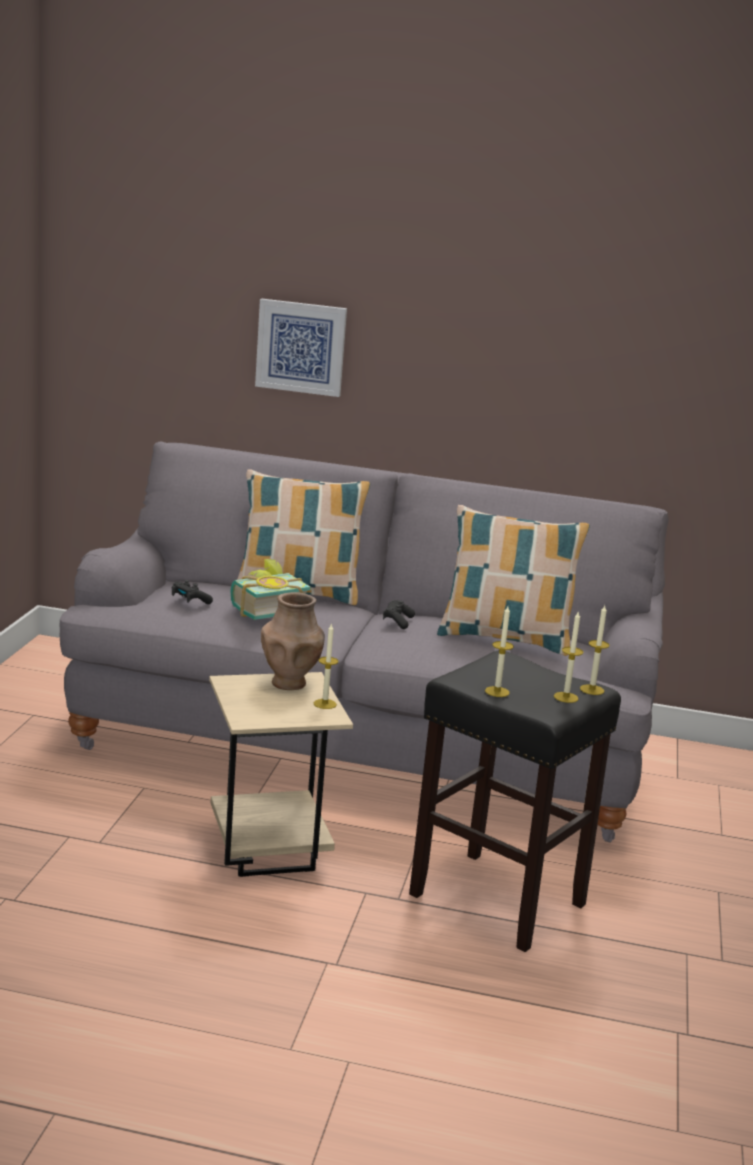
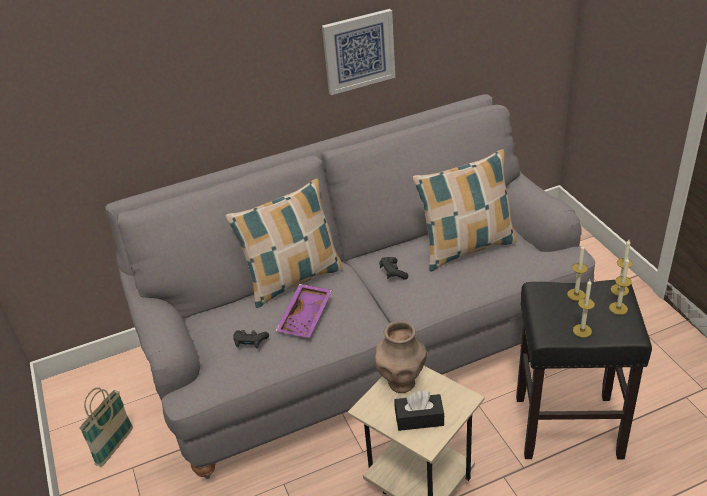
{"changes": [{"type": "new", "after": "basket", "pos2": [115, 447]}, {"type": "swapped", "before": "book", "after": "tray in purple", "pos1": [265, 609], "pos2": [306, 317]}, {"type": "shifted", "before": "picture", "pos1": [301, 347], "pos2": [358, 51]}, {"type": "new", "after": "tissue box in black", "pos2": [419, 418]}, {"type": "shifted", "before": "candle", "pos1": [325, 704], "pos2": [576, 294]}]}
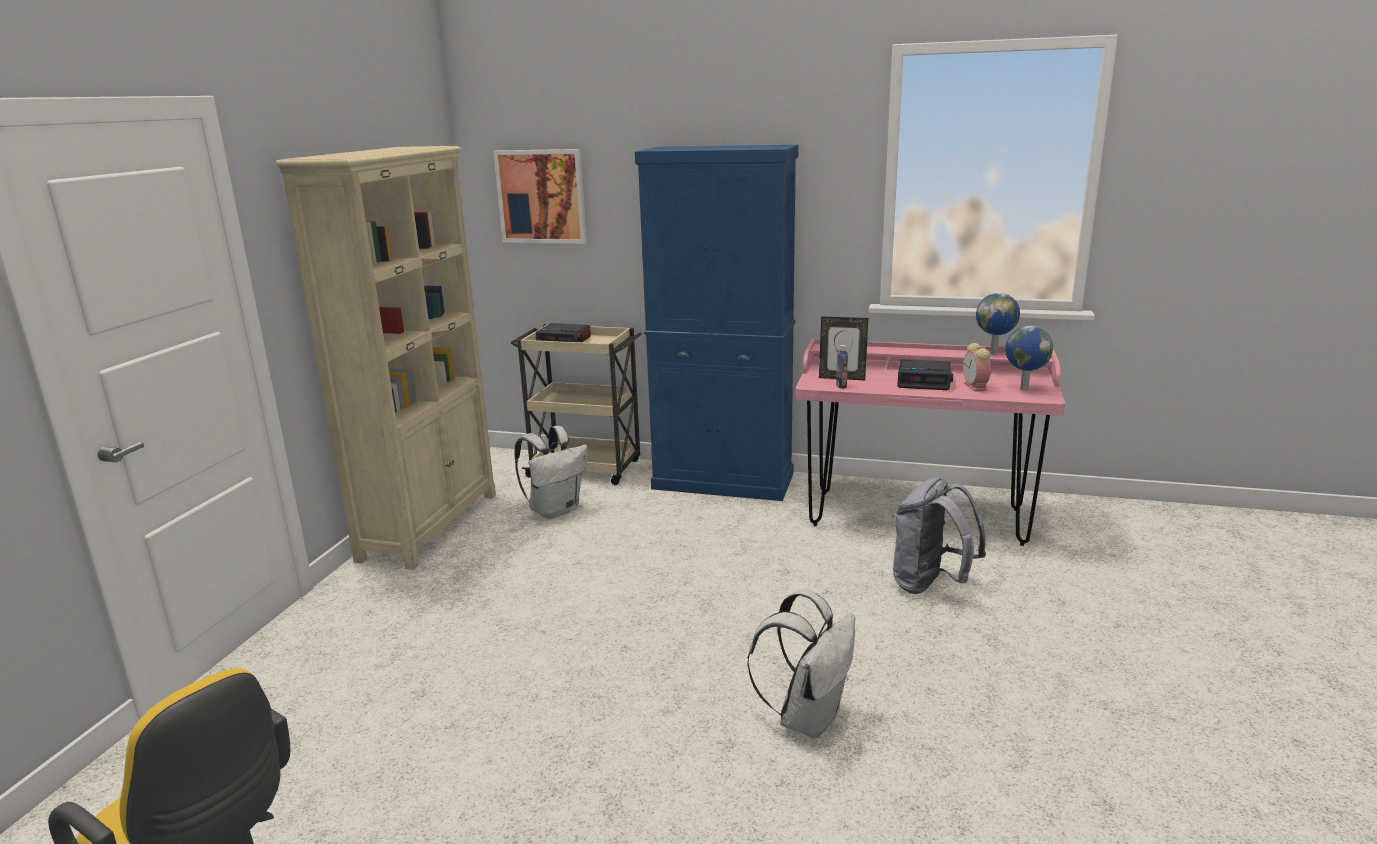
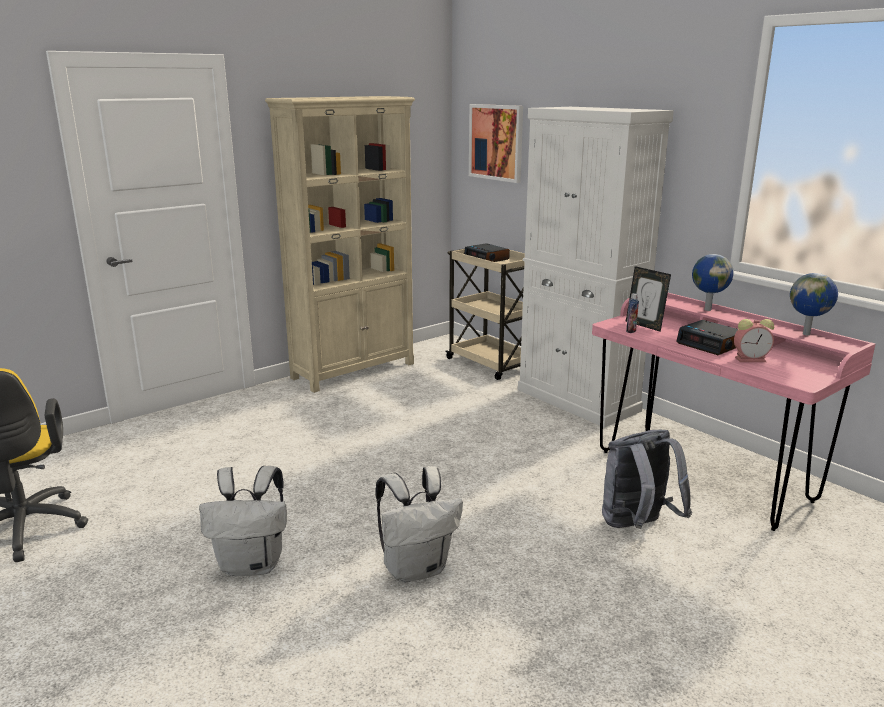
{"changes": [{"type": "shifted", "before": "backpack in white", "pos1": [555, 510], "pos2": [253, 565]}, {"type": "repainted", "before": "cabinet in blue", "after": "cabinet in white", "pos1": [723, 481], "pos2": [578, 400]}, {"type": "shifted", "before": "globe", "pos1": [1023, 389], "pos2": [707, 309]}, {"type": "rotated", "before": "alarm clock", "pos1": [976, 387], "pos2": [751, 359], "turn": -120}]}
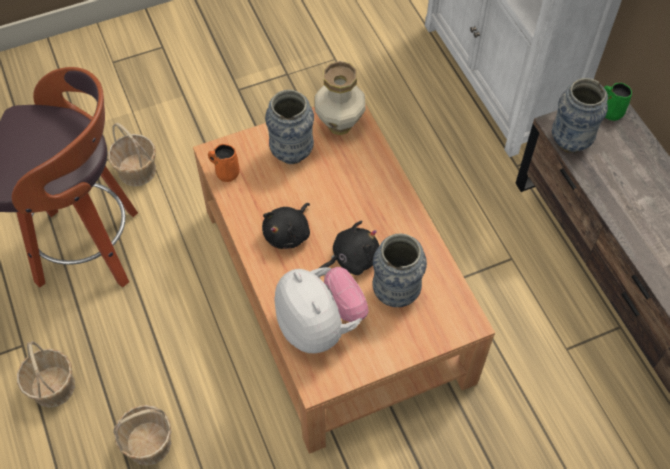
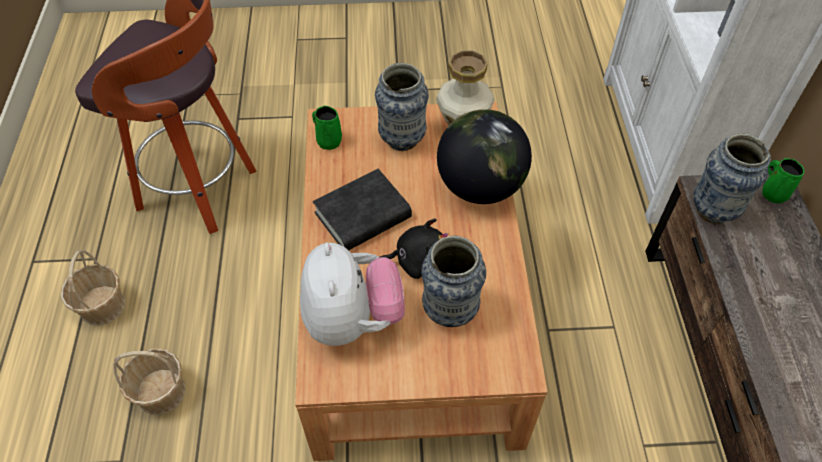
{"changes": [{"type": "repainted", "before": "mug in orange", "after": "mug in green", "pos1": [226, 173], "pos2": [328, 141]}, {"type": "swapped", "before": "plush toy in black", "after": "book in black", "pos1": [288, 233], "pos2": [363, 215]}, {"type": "new", "after": "globe", "pos2": [480, 187]}, {"type": "gone", "before": "basket", "pos1": [137, 171]}]}
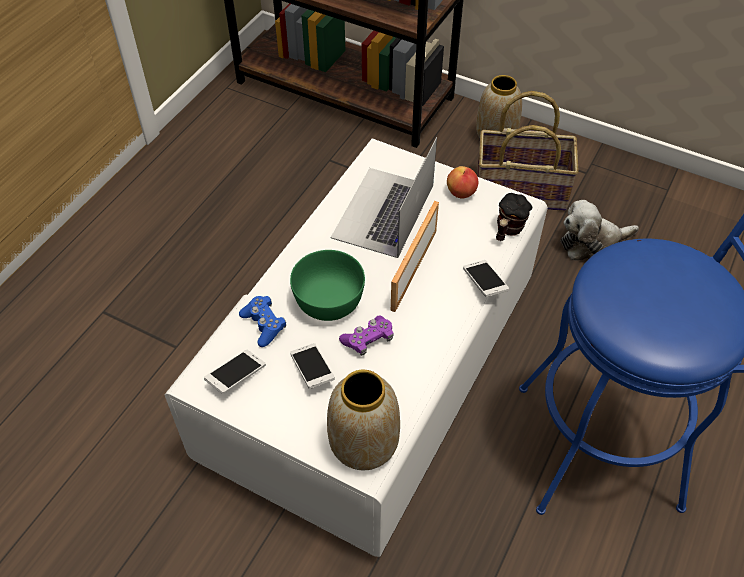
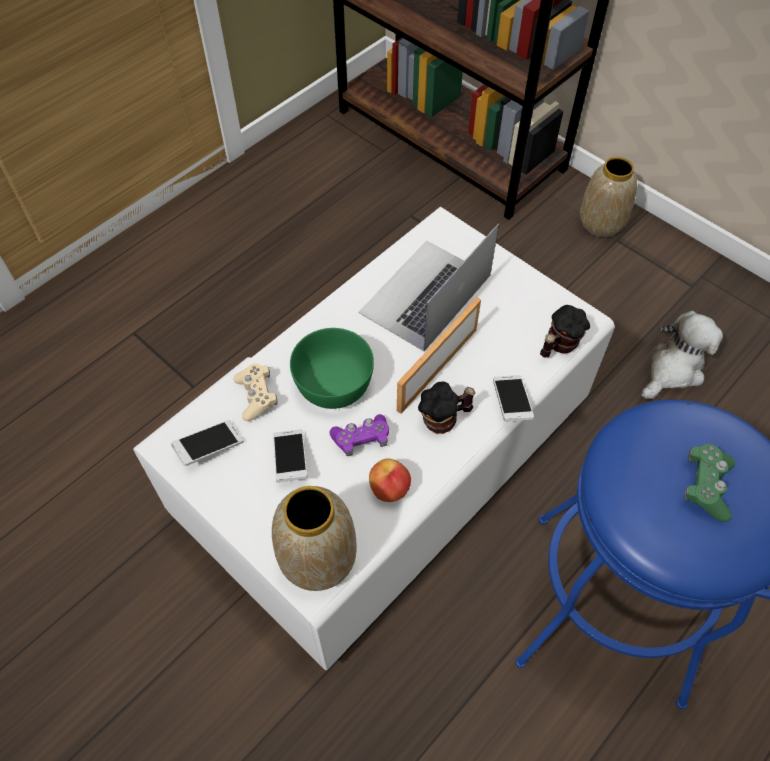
{"changes": [{"type": "repainted", "before": "game controller in blue", "after": "game controller in beige", "pos1": [264, 325], "pos2": [256, 396]}, {"type": "shifted", "before": "apple", "pos1": [461, 193], "pos2": [389, 489]}, {"type": "new", "after": "mug", "pos2": [444, 419]}, {"type": "rotated", "before": "plush toy", "pos1": [591, 243], "pos2": [673, 369], "turn": 135}, {"type": "new", "after": "game controller in green", "pos2": [706, 486]}, {"type": "gone", "before": "basket", "pos1": [521, 189]}]}
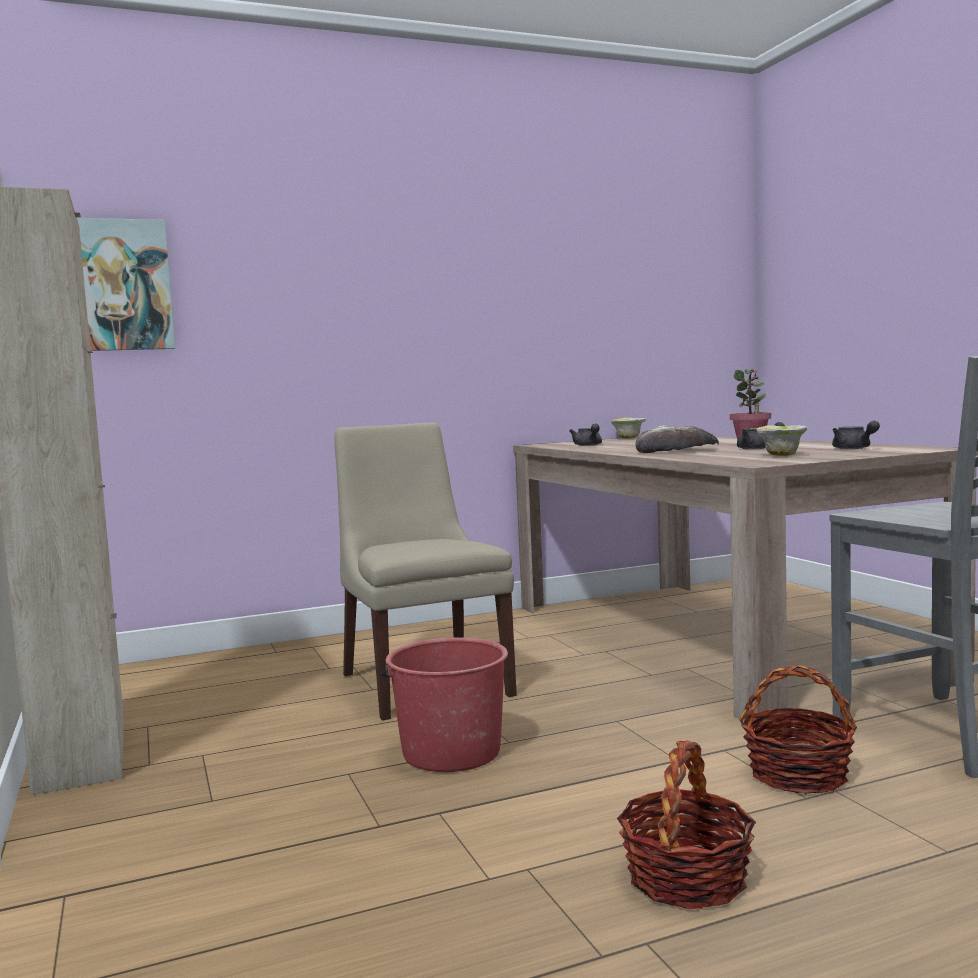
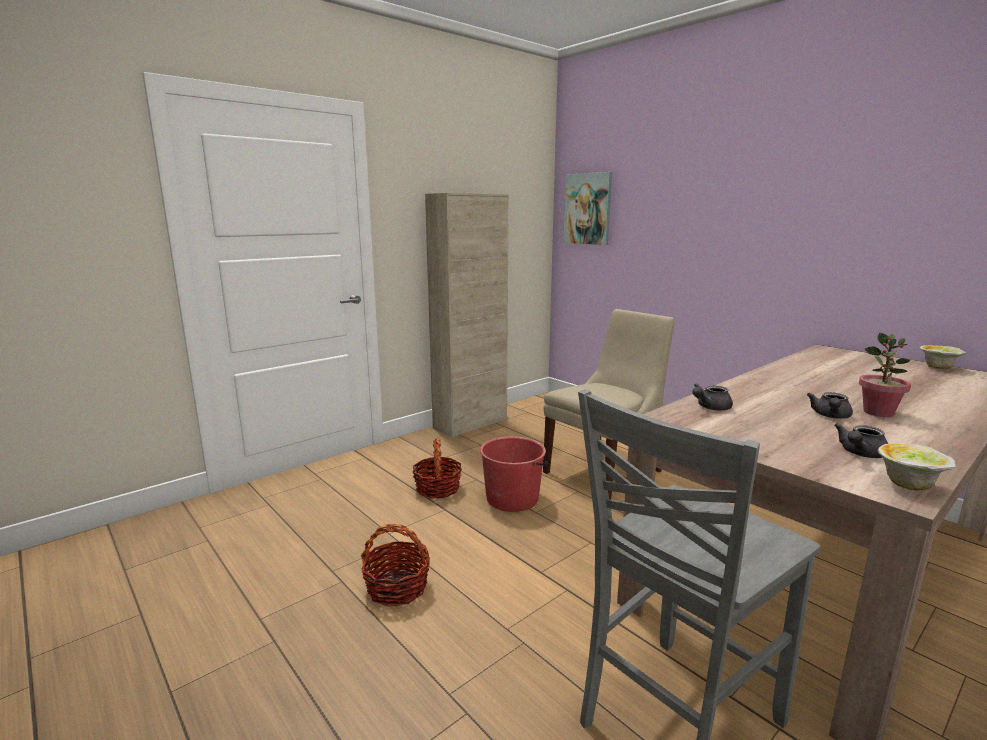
{"changes": [{"type": "shifted", "before": "basket", "pos1": [798, 775], "pos2": [438, 488]}, {"type": "shifted", "before": "teapot in grey", "pos1": [588, 445], "pos2": [709, 407]}, {"type": "shifted", "before": "bowl", "pos1": [783, 455], "pos2": [909, 486]}, {"type": "gone", "before": "bread", "pos1": [676, 450]}]}
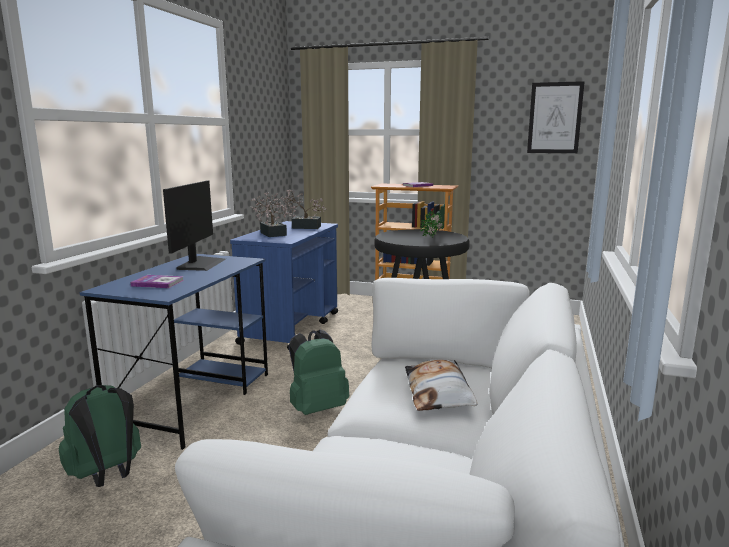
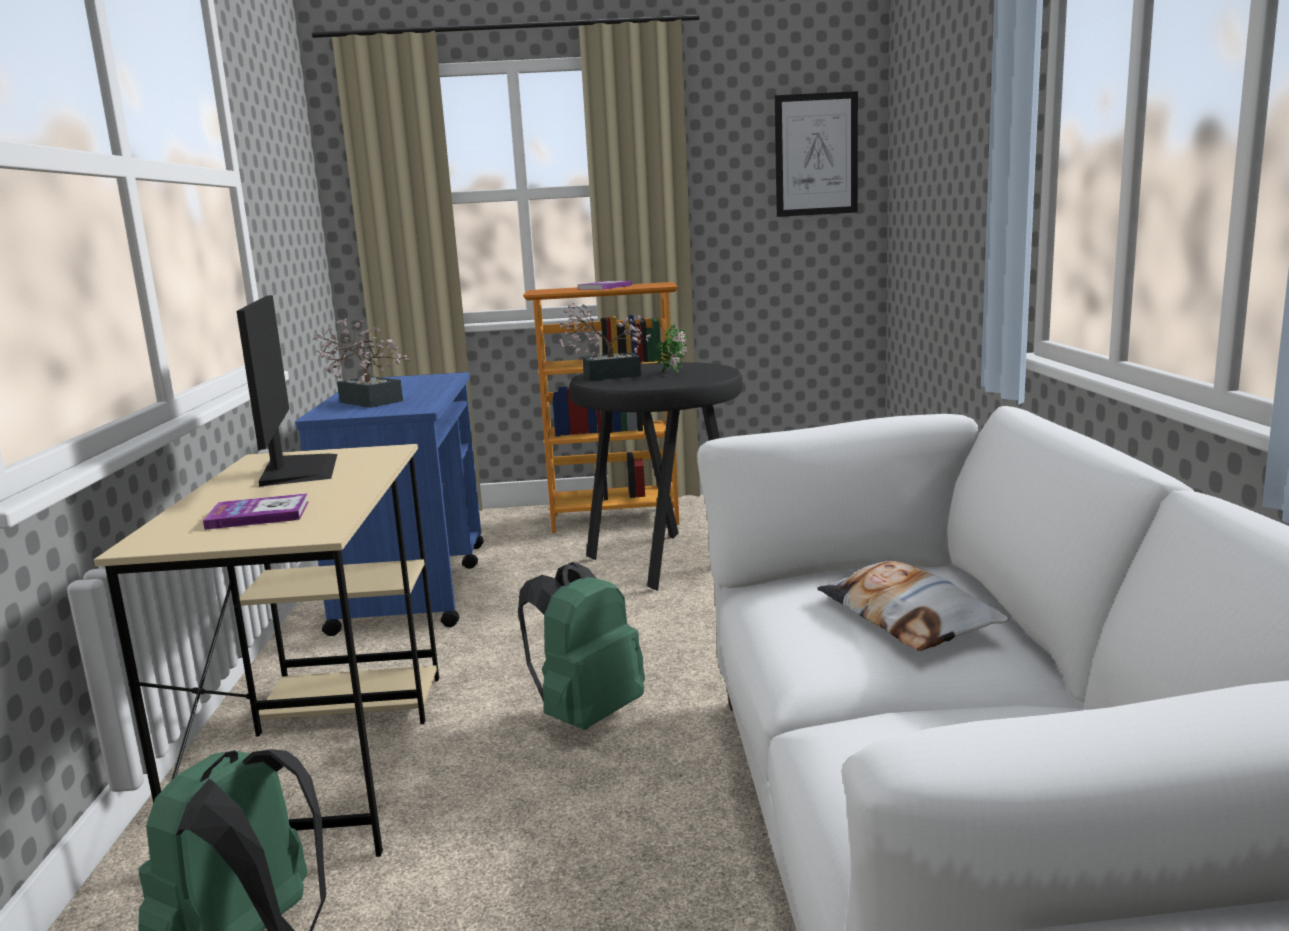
{"changes": [{"type": "repainted", "before": "desk in blue", "after": "desk in beige", "pos1": [195, 400], "pos2": [326, 757]}, {"type": "shifted", "before": "potted plant", "pos1": [303, 227], "pos2": [604, 376]}]}
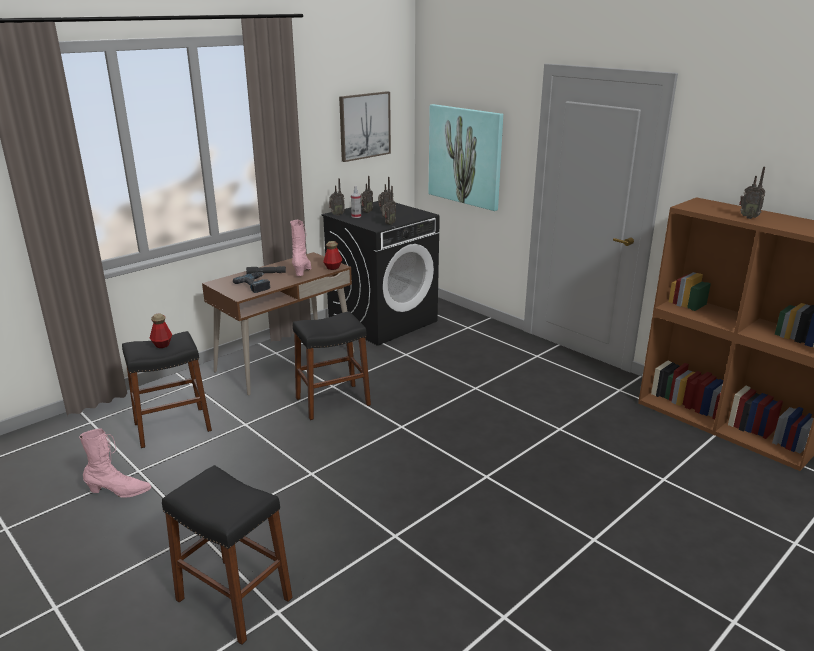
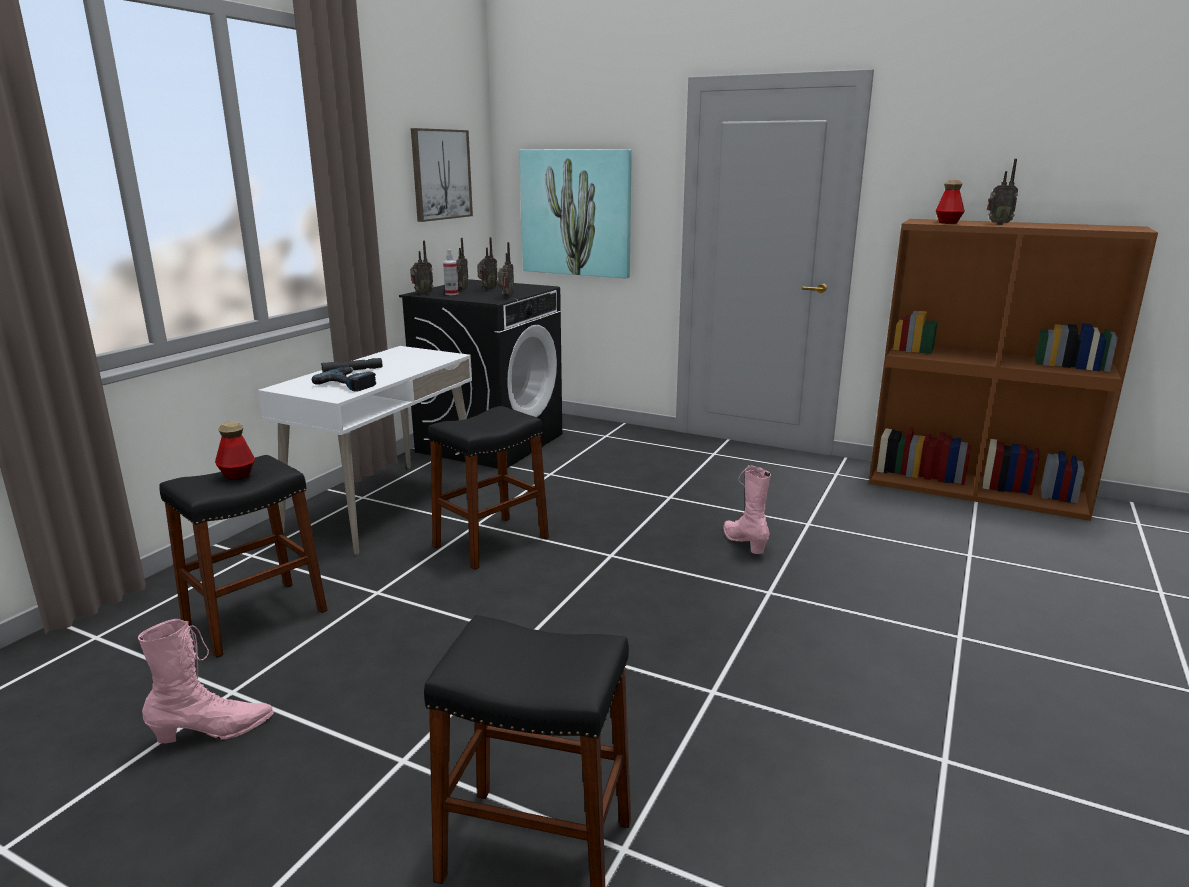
{"changes": [{"type": "repainted", "before": "desk in brown", "after": "desk in white", "pos1": [285, 362], "pos2": [385, 506]}, {"type": "shifted", "before": "boot in pink", "pos1": [302, 271], "pos2": [744, 543]}, {"type": "shifted", "before": "bottle", "pos1": [333, 267], "pos2": [948, 223]}]}
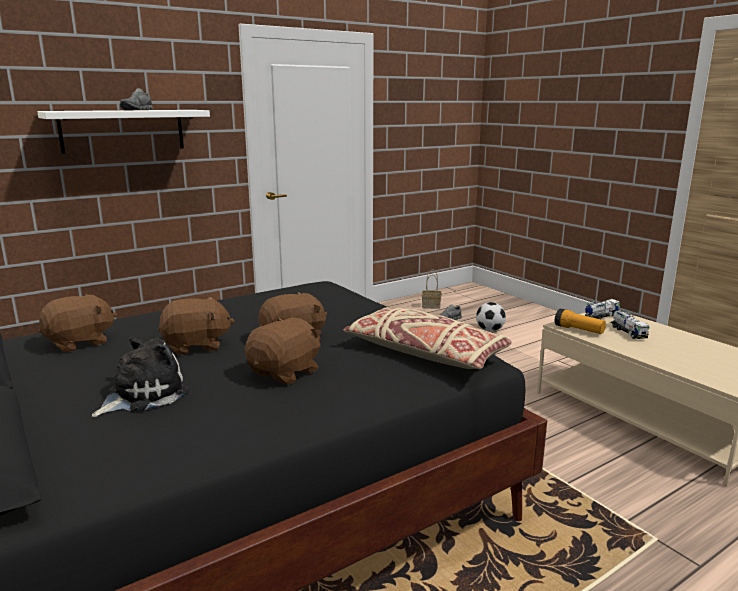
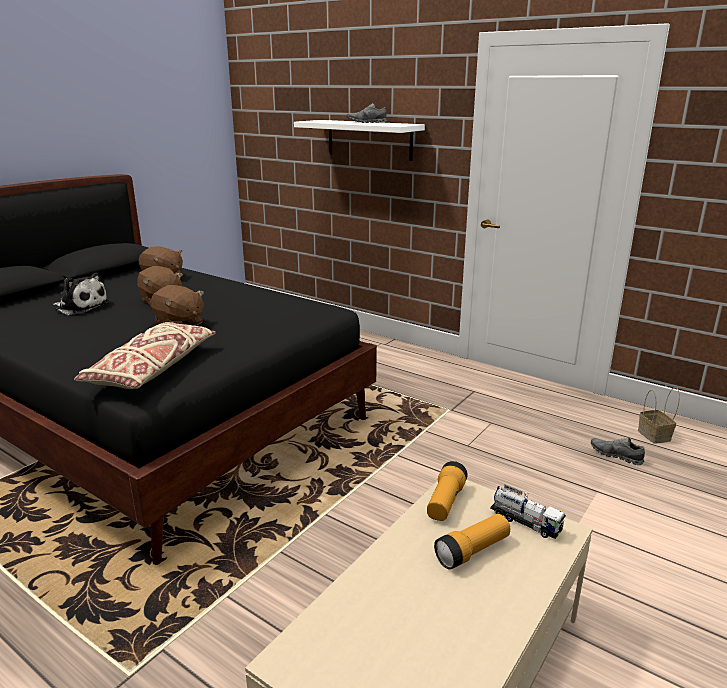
{"changes": [{"type": "swapped", "before": "toy truck", "after": "flashlight", "pos1": [628, 332], "pos2": [472, 551]}, {"type": "gone", "before": "plush toy in brown", "pos1": [286, 372]}, {"type": "gone", "before": "football", "pos1": [490, 330]}]}
